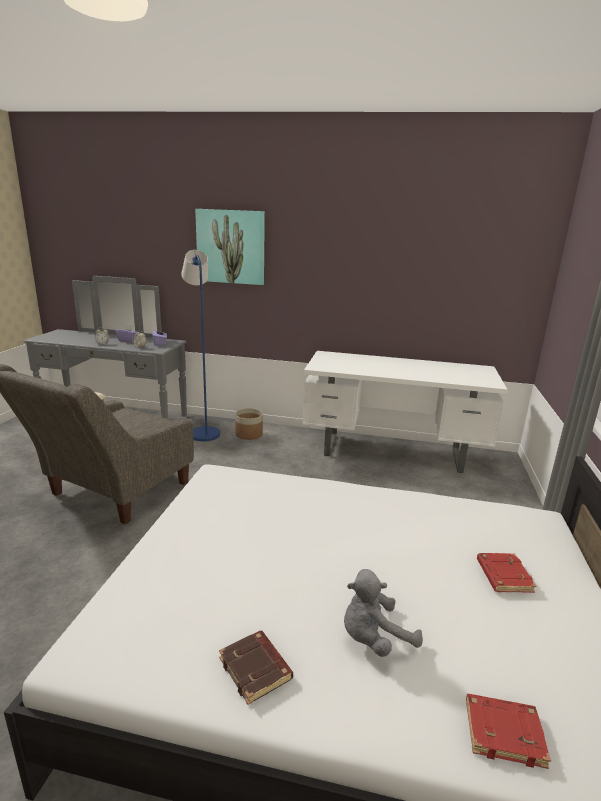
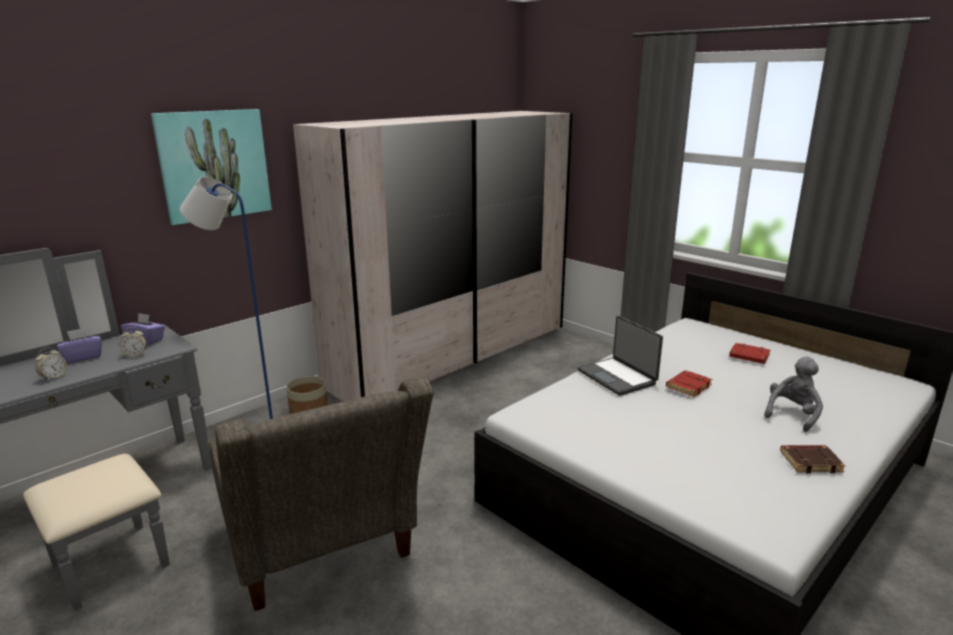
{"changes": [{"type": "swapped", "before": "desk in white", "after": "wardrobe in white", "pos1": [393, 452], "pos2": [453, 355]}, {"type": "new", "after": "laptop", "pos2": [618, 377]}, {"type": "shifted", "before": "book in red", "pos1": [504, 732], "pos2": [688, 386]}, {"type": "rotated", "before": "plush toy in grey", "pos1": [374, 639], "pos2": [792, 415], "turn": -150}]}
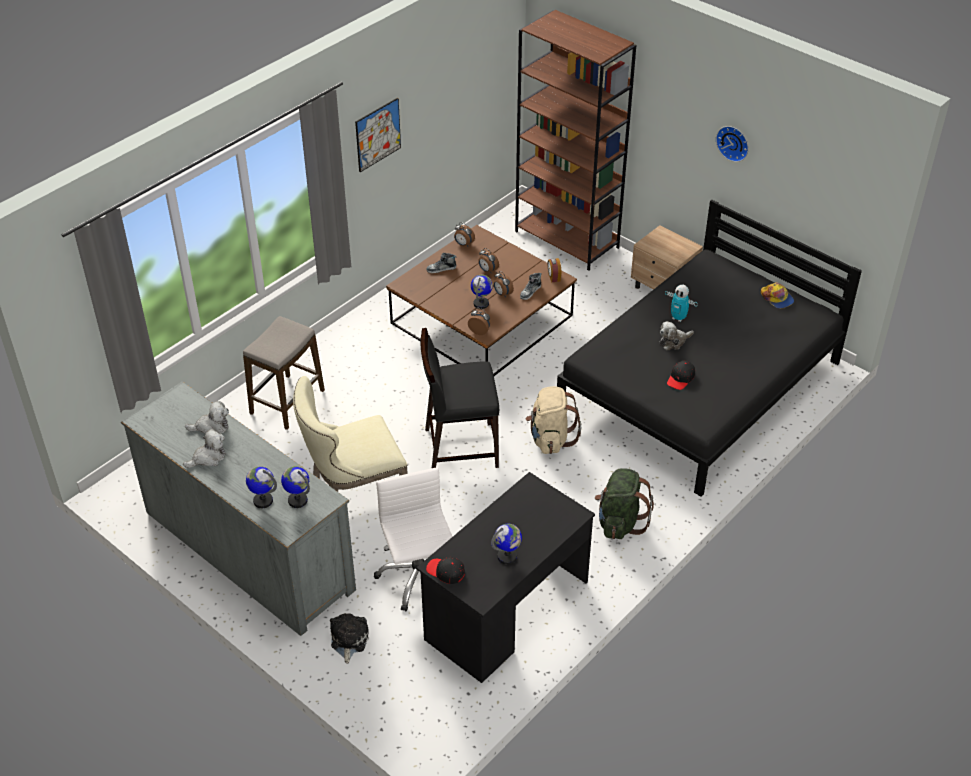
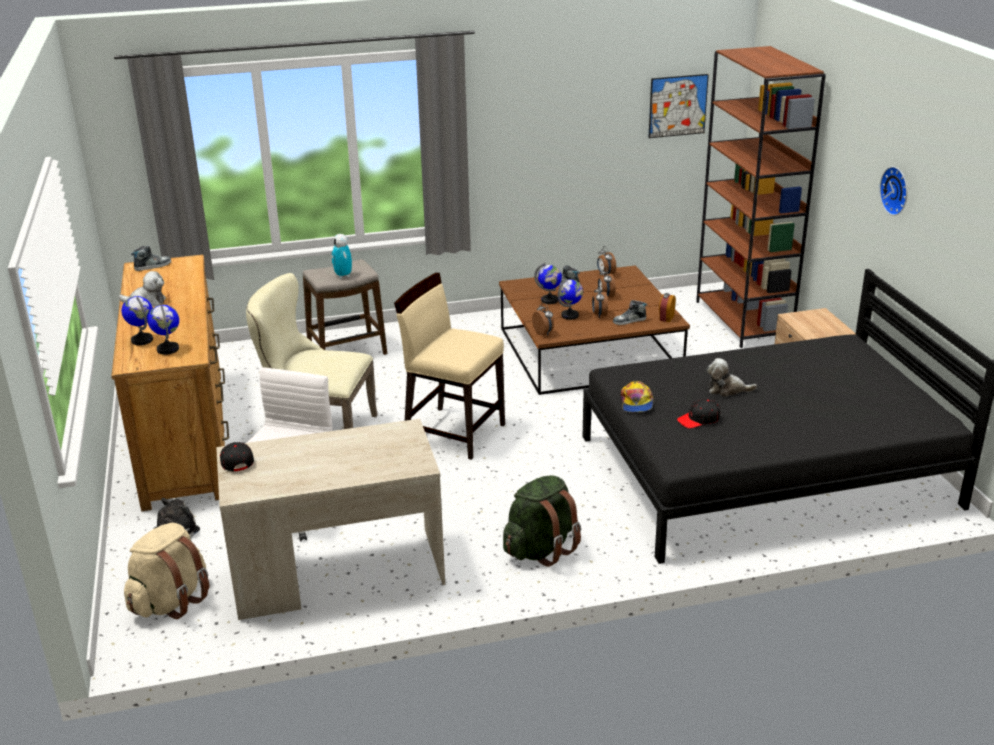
{"changes": [{"type": "repainted", "before": "dresser in grey", "after": "dresser in brown", "pos1": [248, 550], "pos2": [185, 435]}, {"type": "shifted", "before": "backpack in beige", "pos1": [550, 439], "pos2": [171, 601]}, {"type": "new", "after": "shoe", "pos2": [153, 266]}, {"type": "repainted", "before": "desk in black", "after": "desk in beige", "pos1": [506, 611], "pos2": [337, 573]}, {"type": "shifted", "before": "toy robot", "pos1": [678, 318], "pos2": [343, 276]}, {"type": "repainted", "before": "chair in black", "after": "chair in beige", "pos1": [460, 447], "pos2": [454, 432]}, {"type": "shifted", "before": "globe", "pos1": [507, 556], "pos2": [549, 300]}, {"type": "shifted", "before": "cap", "pos1": [777, 298], "pos2": [636, 403]}, {"type": "shifted", "before": "picture", "pos1": [378, 134], "pos2": [678, 106]}, {"type": "gone", "before": "plush toy", "pos1": [211, 427]}]}
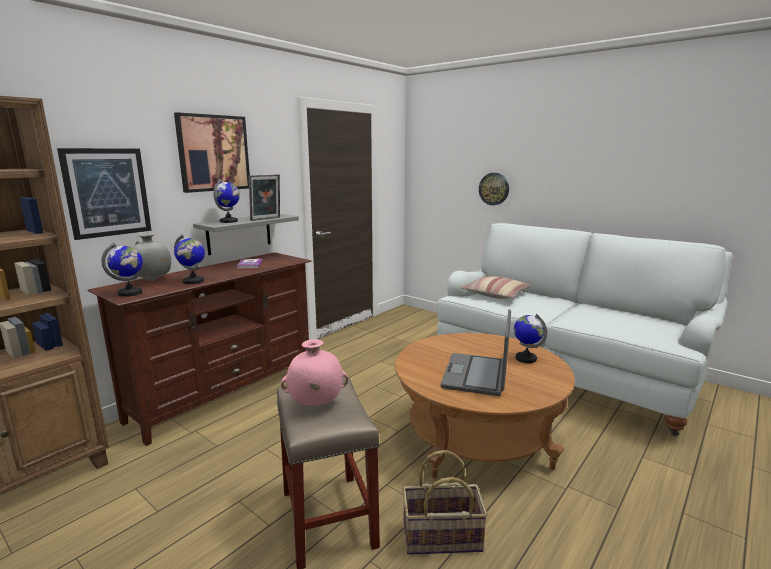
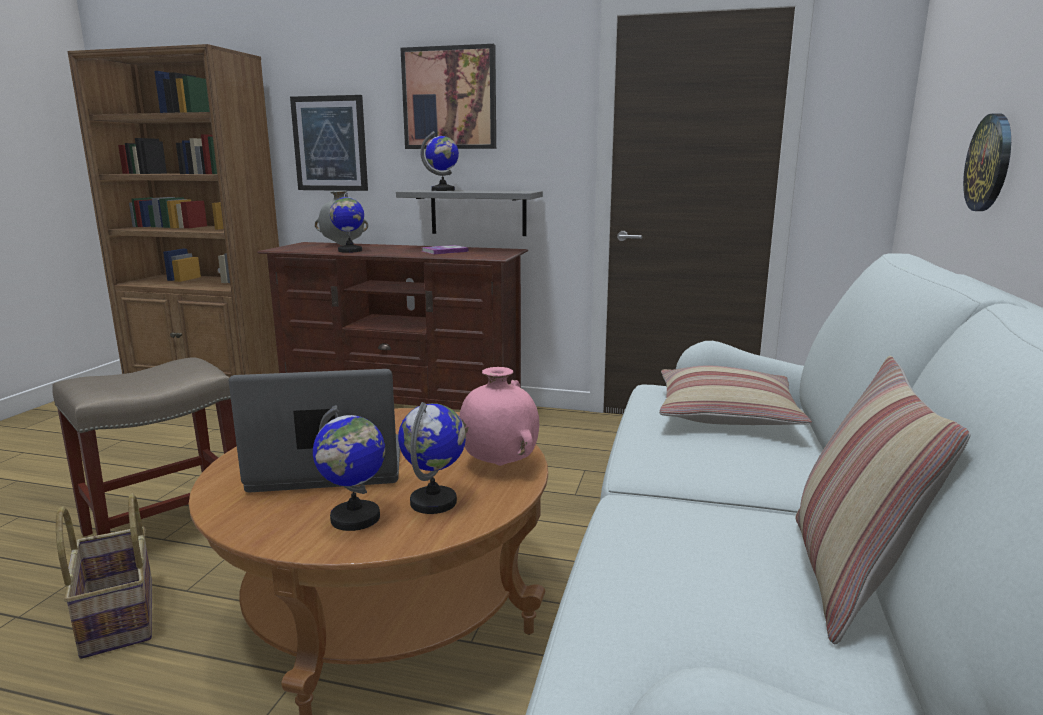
{"changes": [{"type": "shifted", "before": "globe", "pos1": [130, 293], "pos2": [355, 518]}, {"type": "shifted", "before": "vase in pink", "pos1": [315, 404], "pos2": [498, 464]}, {"type": "new", "after": "pillow", "pos2": [847, 577]}, {"type": "gone", "before": "picture frame", "pos1": [266, 219]}]}
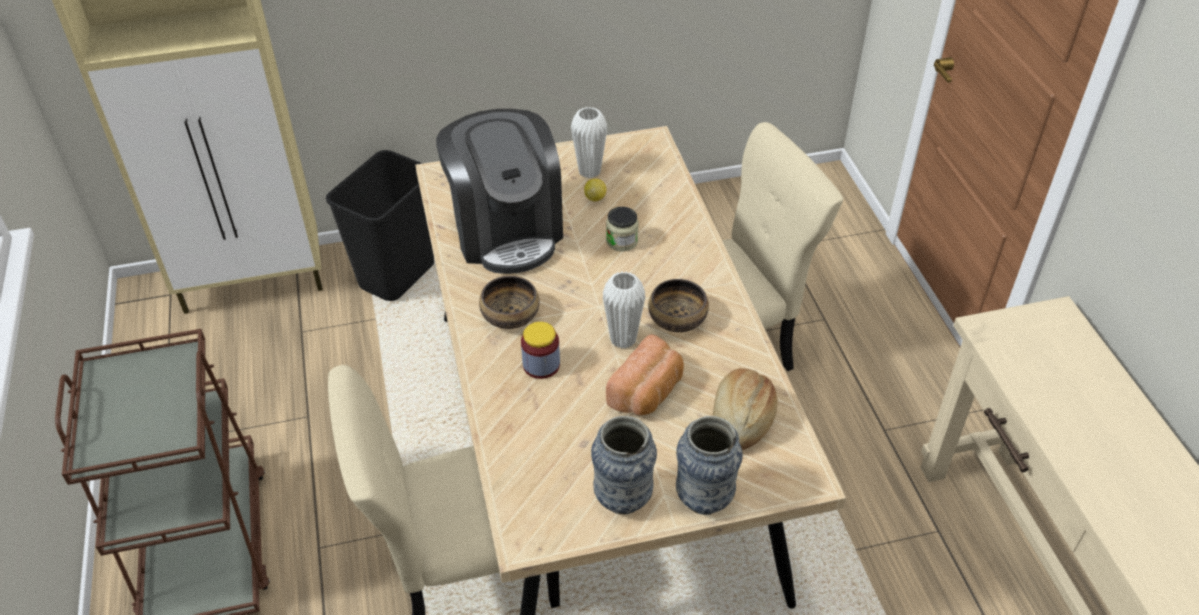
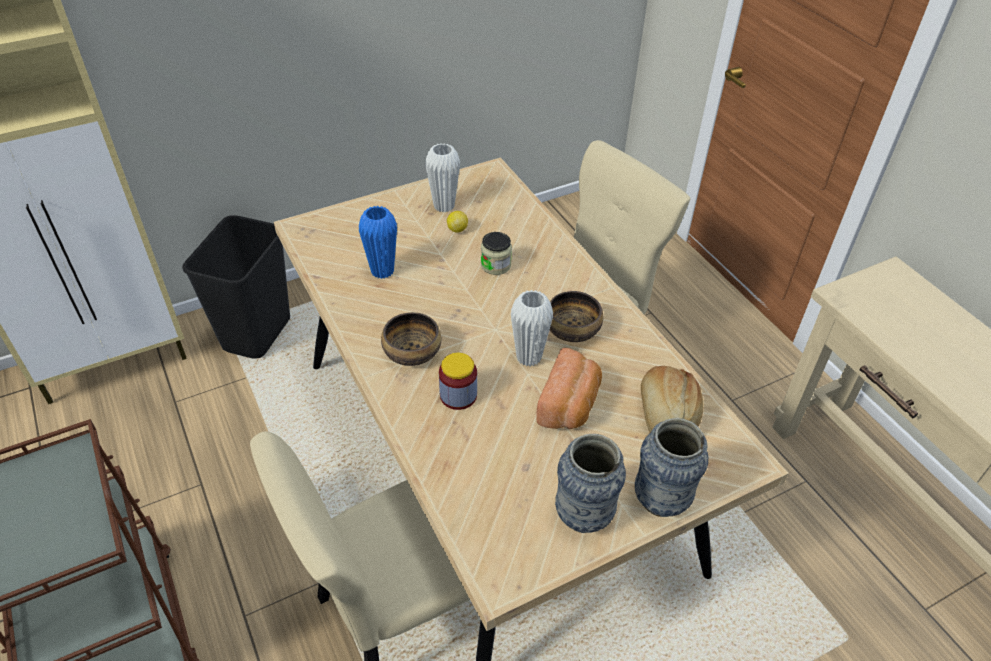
{"changes": [{"type": "swapped", "before": "coffee machine", "after": "vase in blue", "pos1": [506, 230], "pos2": [382, 271]}]}
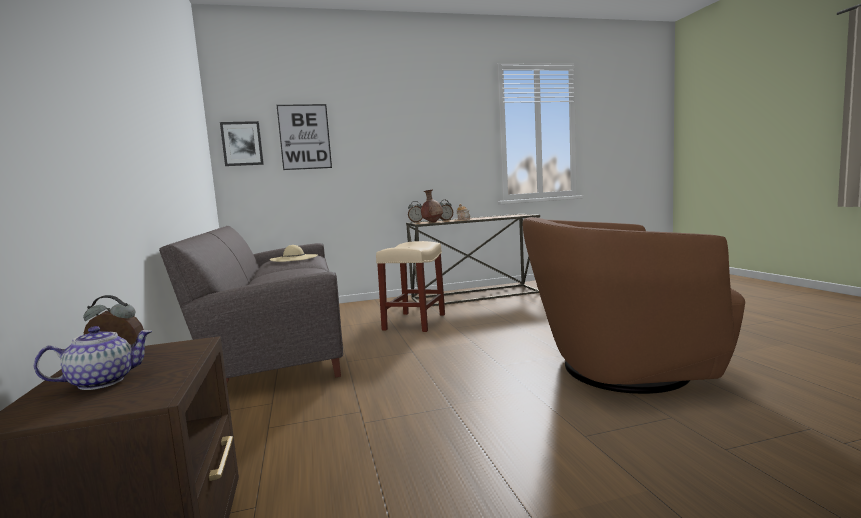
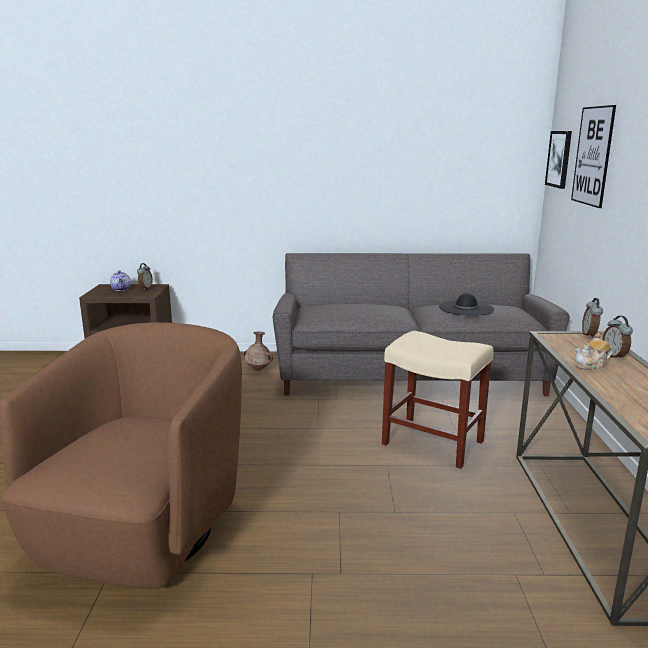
{"changes": [{"type": "shifted", "before": "vase in brown", "pos1": [432, 222], "pos2": [258, 369]}, {"type": "repainted", "before": "hat in beige", "after": "hat in black", "pos1": [294, 258], "pos2": [466, 308]}]}
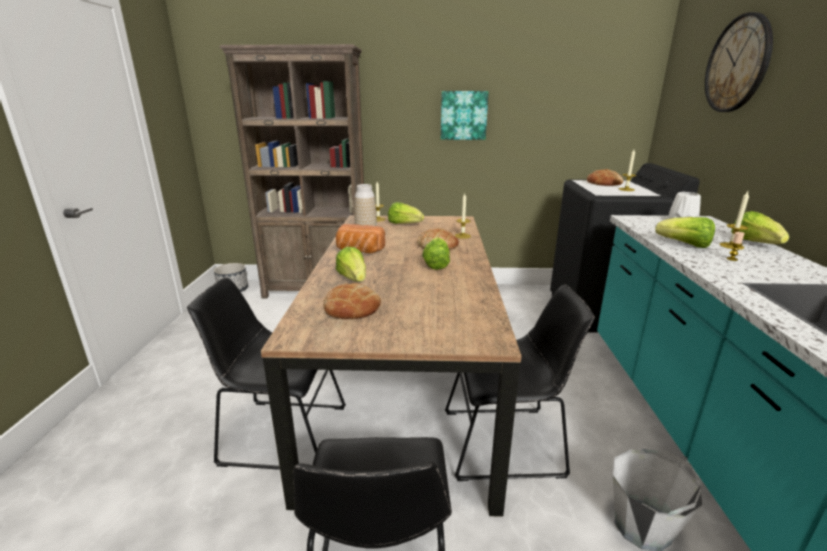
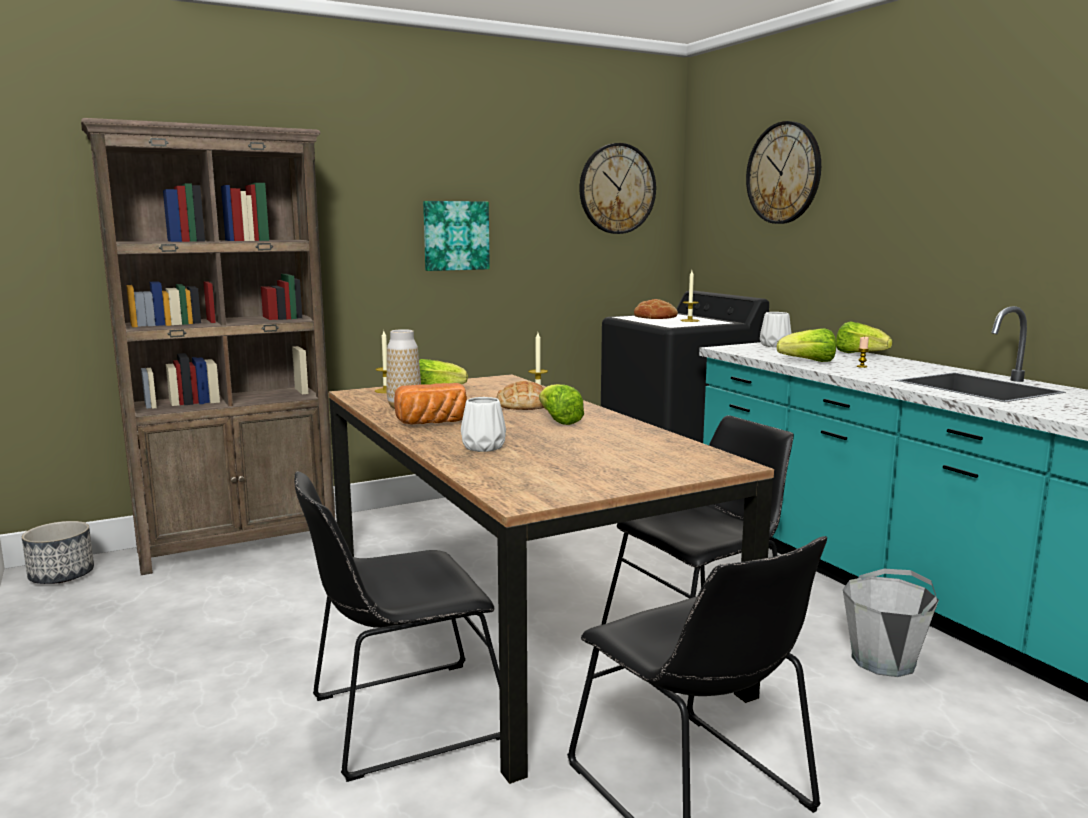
{"changes": [{"type": "swapped", "before": "lettuce", "after": "vase in white", "pos1": [353, 279], "pos2": [483, 447]}, {"type": "new", "after": "wall clock", "pos2": [617, 189]}, {"type": "gone", "before": "bread", "pos1": [352, 307]}, {"type": "gone", "before": "candle", "pos1": [731, 246]}]}
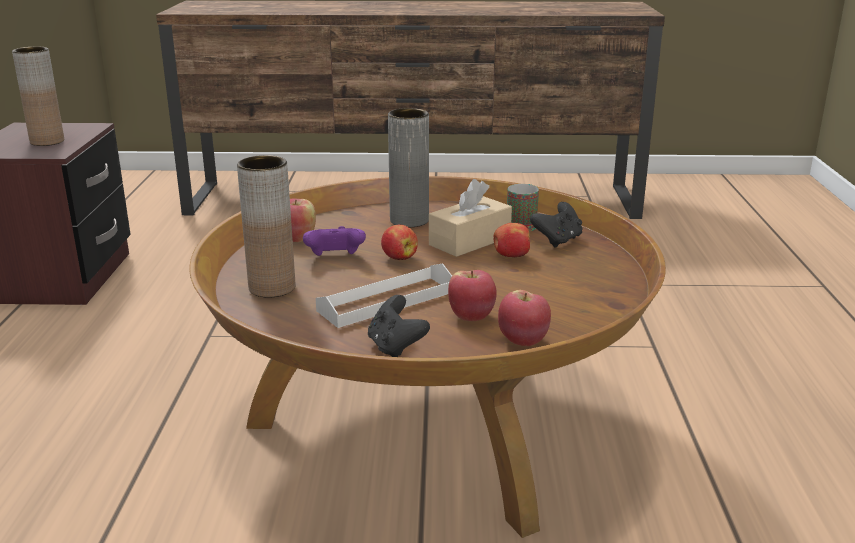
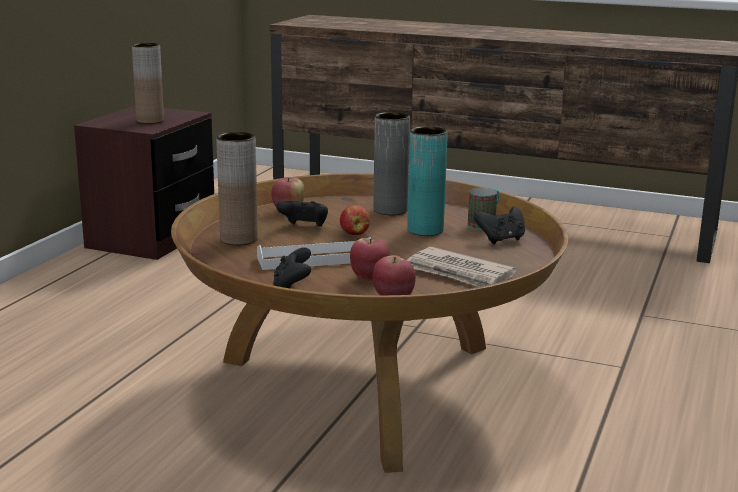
{"changes": [{"type": "repainted", "before": "game controller in purple", "after": "game controller in black", "pos1": [335, 258], "pos2": [304, 227]}, {"type": "swapped", "before": "tissue box in beige", "after": "vase in turquoise", "pos1": [470, 241], "pos2": [425, 230]}, {"type": "new", "after": "newspaper", "pos2": [460, 273]}, {"type": "gone", "before": "apple", "pos1": [511, 256]}]}
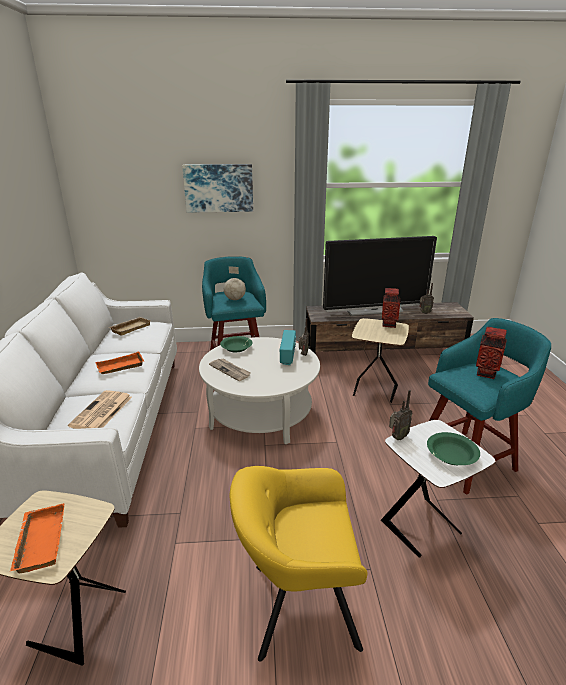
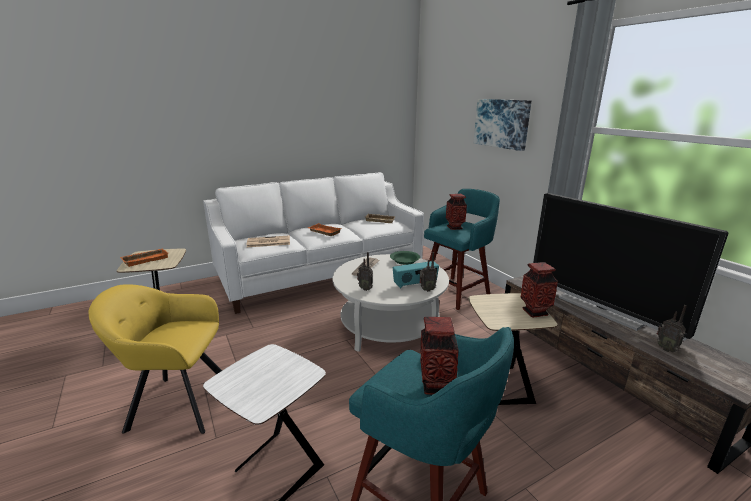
{"changes": [{"type": "rotated", "before": "armchair in yellow", "pos1": [297, 605], "pos2": [176, 403], "turn": -60}, {"type": "shifted", "before": "radio", "pos1": [397, 437], "pos2": [365, 289]}, {"type": "swapped", "before": "globe", "after": "vase", "pos1": [235, 299], "pos2": [454, 227]}, {"type": "gone", "before": "bowl in green", "pos1": [451, 455]}]}
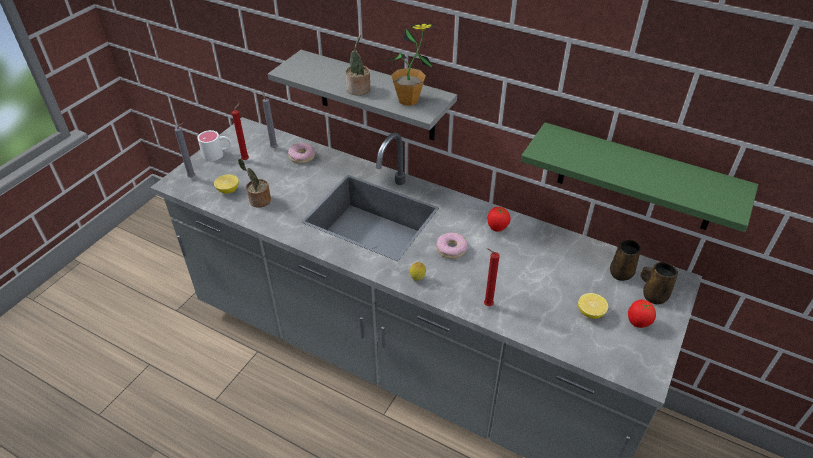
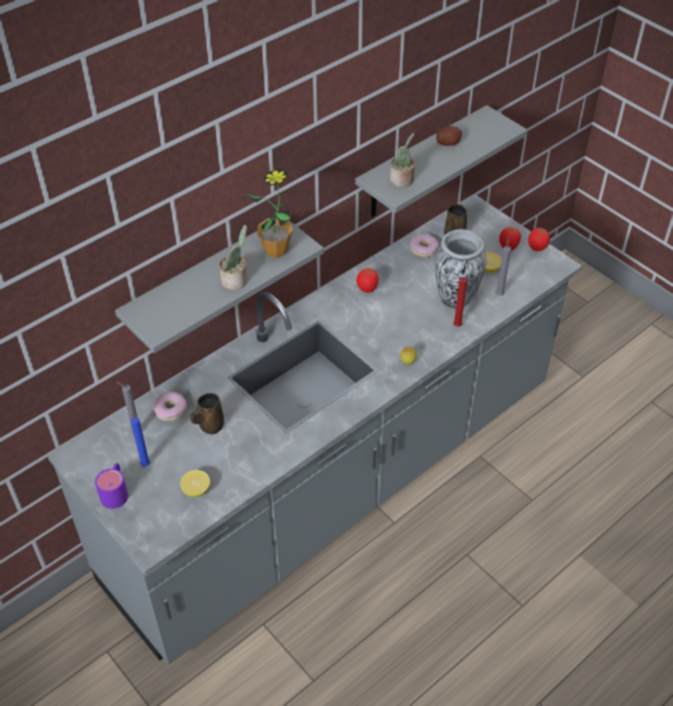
{"changes": [{"type": "repainted", "before": "mug in white", "after": "mug in purple", "pos1": [218, 154], "pos2": [116, 491]}, {"type": "repainted", "before": "candle in red", "after": "candle in blue", "pos1": [246, 159], "pos2": [145, 463]}, {"type": "shifted", "before": "mug in brown", "pos1": [653, 295], "pos2": [210, 426]}, {"type": "repainted", "before": "shelf in green", "after": "shelf in grey", "pos1": [636, 178], "pos2": [421, 164]}, {"type": "shifted", "before": "potted plant", "pos1": [258, 201], "pos2": [402, 181]}, {"type": "shifted", "before": "donut", "pos1": [451, 249], "pos2": [424, 249]}, {"type": "new", "after": "vase", "pos2": [455, 298]}, {"type": "new", "after": "potato", "pos2": [448, 143]}, {"type": "shifted", "before": "candle in grey", "pos1": [193, 177], "pos2": [499, 294]}, {"type": "new", "after": "tomato", "pos2": [537, 248]}]}
